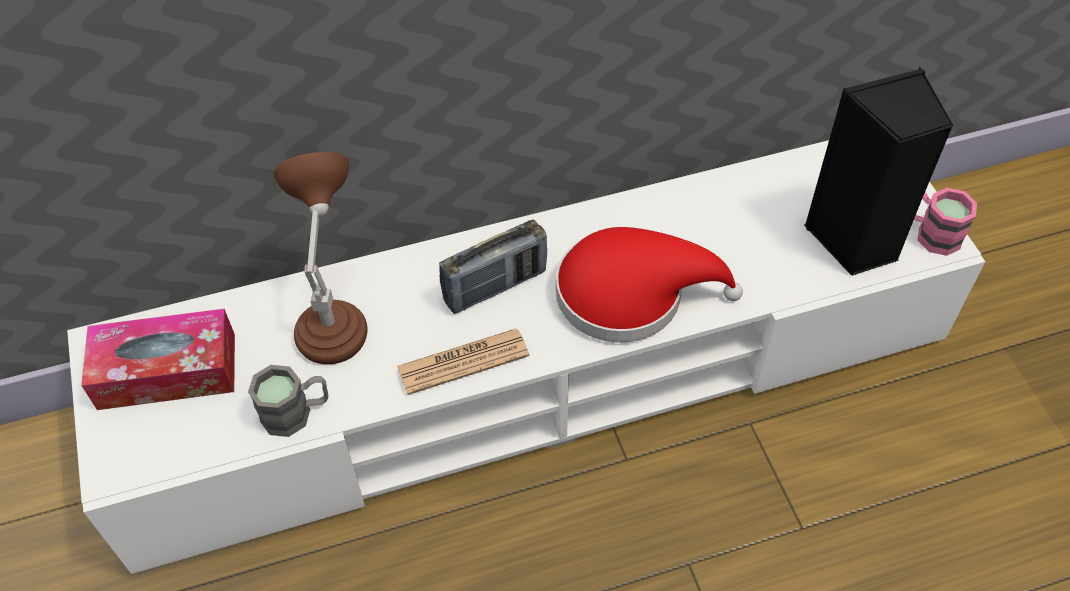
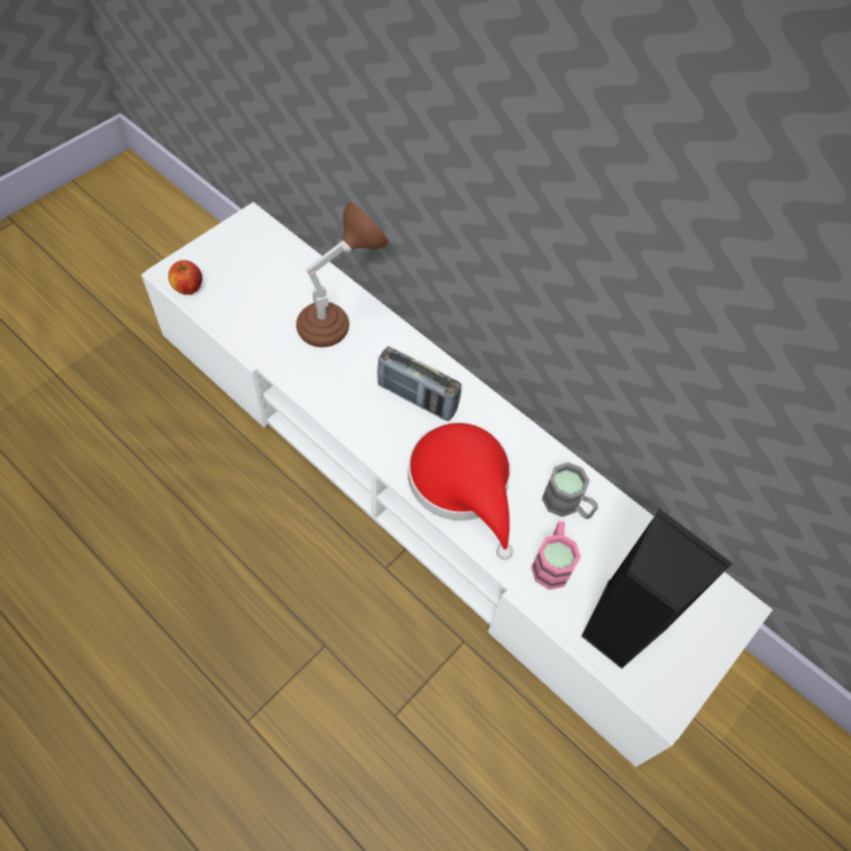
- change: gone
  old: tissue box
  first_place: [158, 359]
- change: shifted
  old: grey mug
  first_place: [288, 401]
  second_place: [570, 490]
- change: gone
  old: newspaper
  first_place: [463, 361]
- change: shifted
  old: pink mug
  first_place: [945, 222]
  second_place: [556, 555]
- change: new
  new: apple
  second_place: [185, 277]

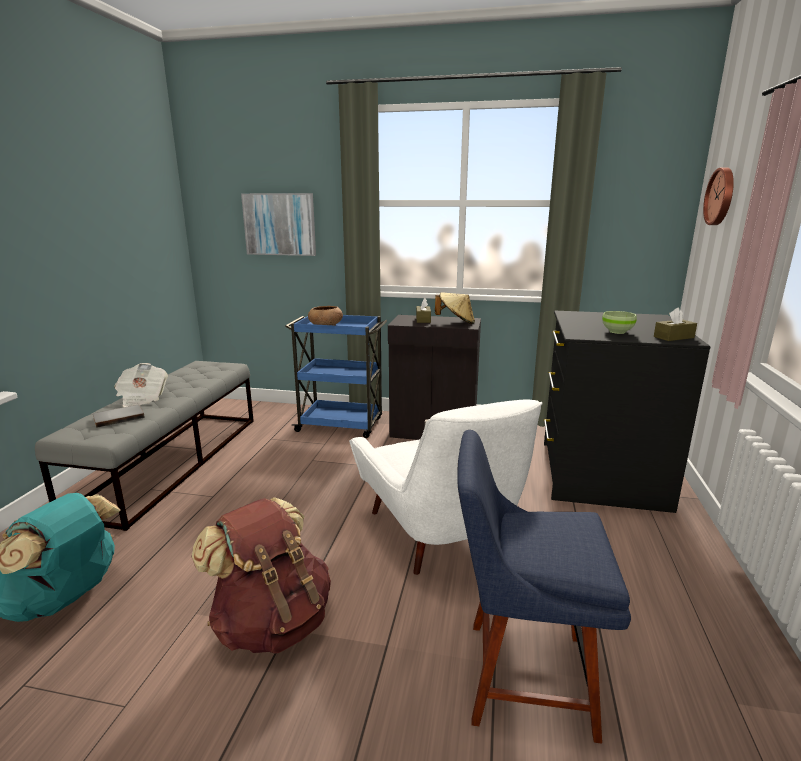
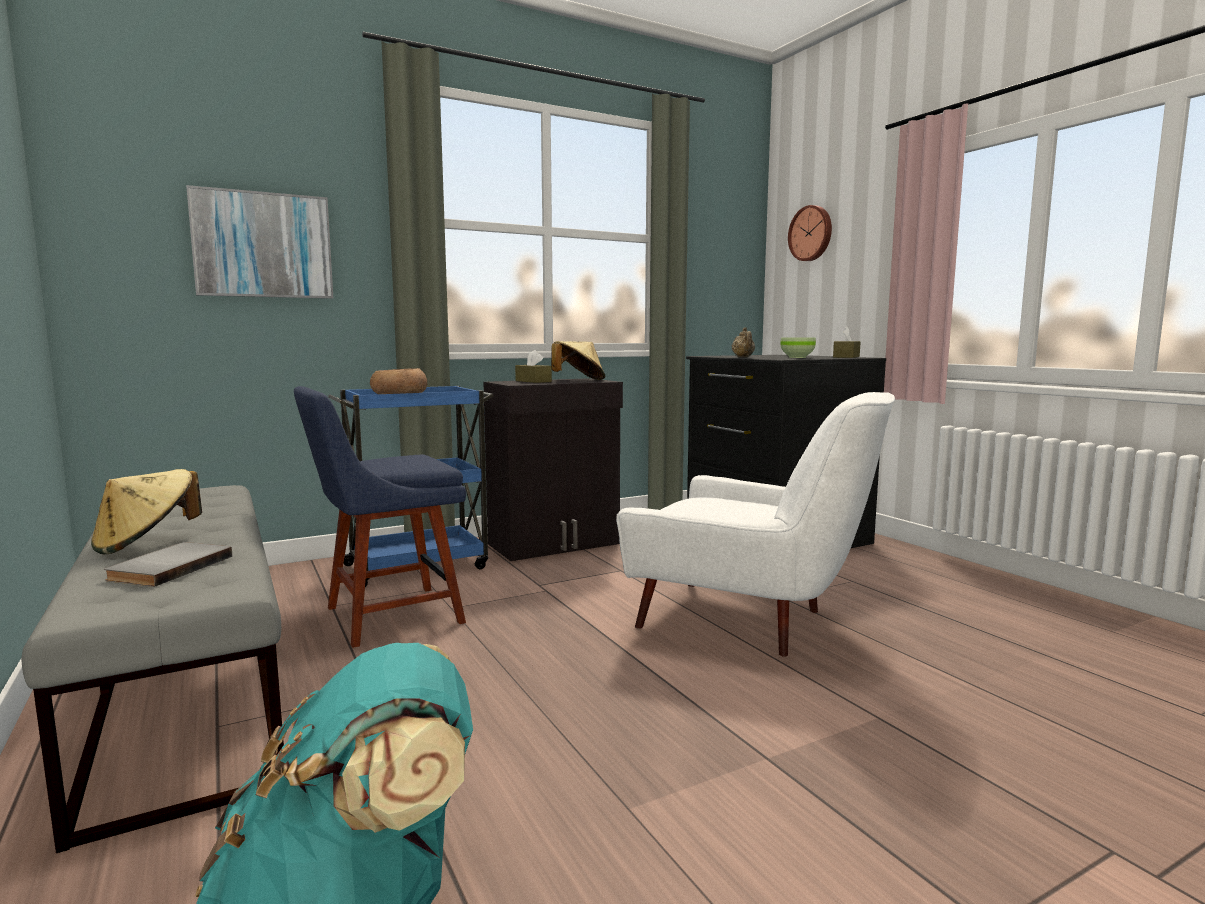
- change: swapped
  old: newspaper
  new: beige hat
  first_place: [141, 385]
  second_place: [146, 511]
- change: gone
  old: brown backpack
  first_place: [261, 575]
- change: shifted
  old: blue chair
  first_place: [544, 587]
  second_place: [380, 517]
- change: new
  new: beige teapot
  second_place: [743, 342]

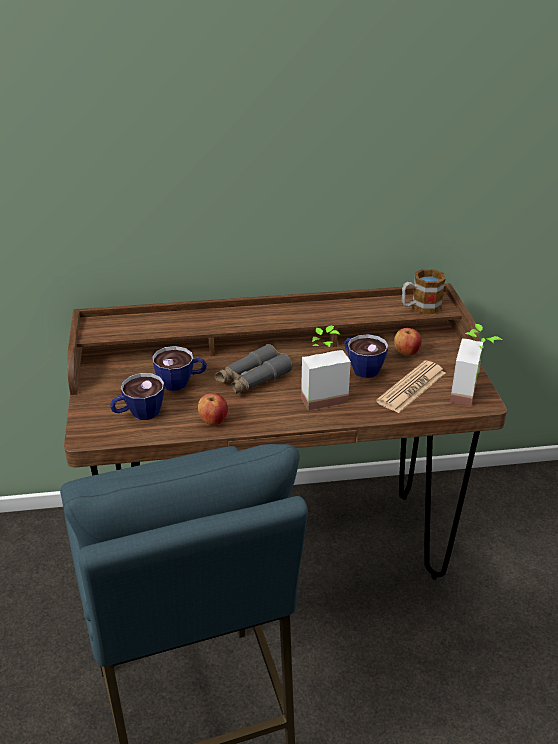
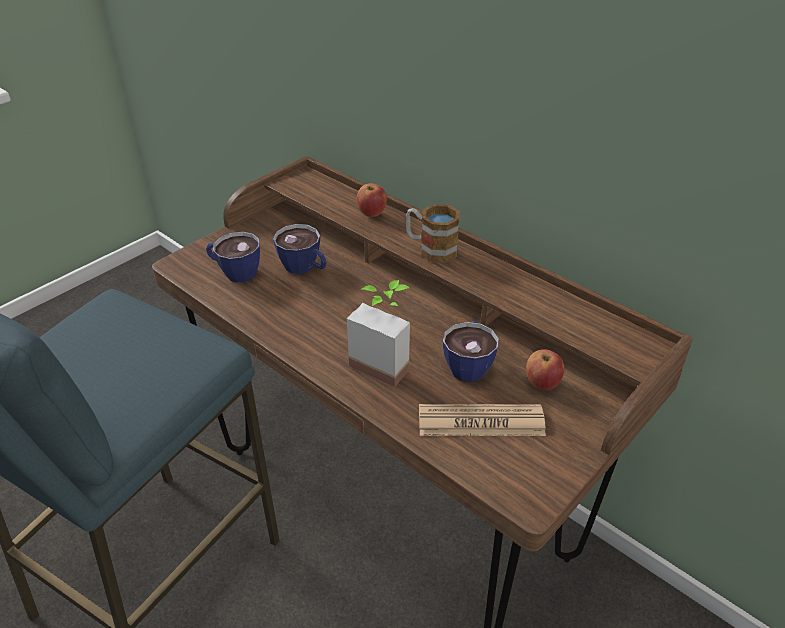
- change: shifted
  old: apple
  first_place: [213, 409]
  second_place: [372, 200]
- change: gone
  old: grey binoculars
  first_place: [254, 369]
- change: shifted
  old: mug
  first_place: [424, 291]
  second_place: [433, 233]
- change: gone
  old: potted plant
  first_place: [476, 365]

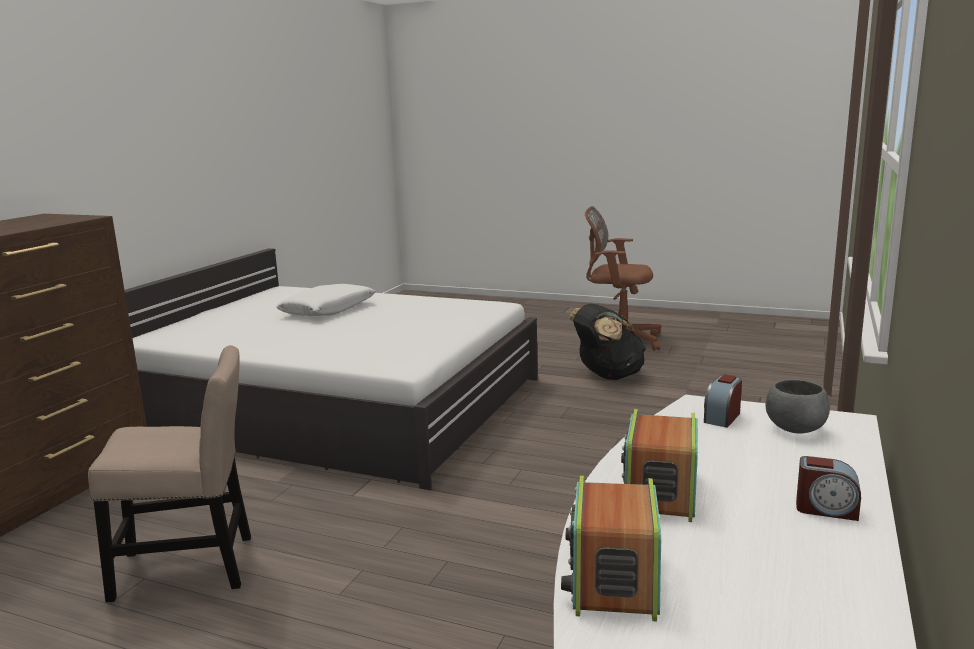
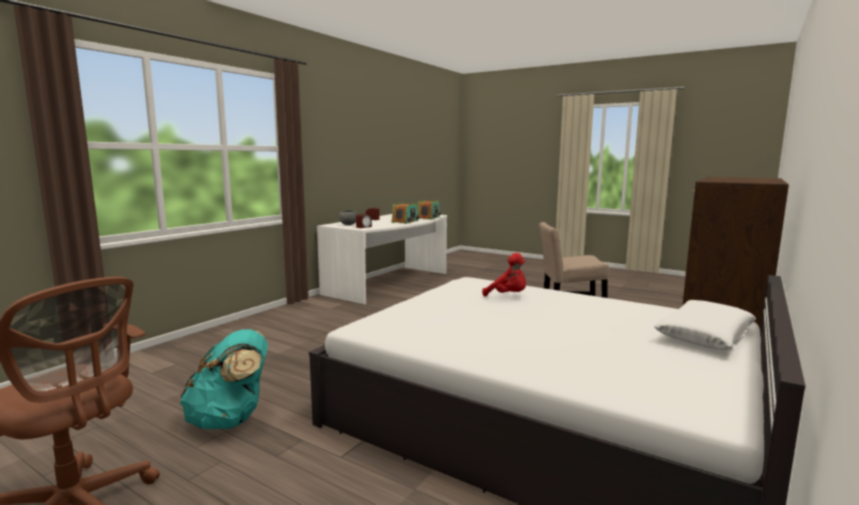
- change: shifted
  old: white pillow
  first_place: [326, 300]
  second_place: [705, 325]
- change: repainted
  old: black backpack
  new: turquoise backpack
  first_place: [607, 342]
  second_place: [224, 379]
- change: new
  new: red plush toy
  second_place: [504, 274]

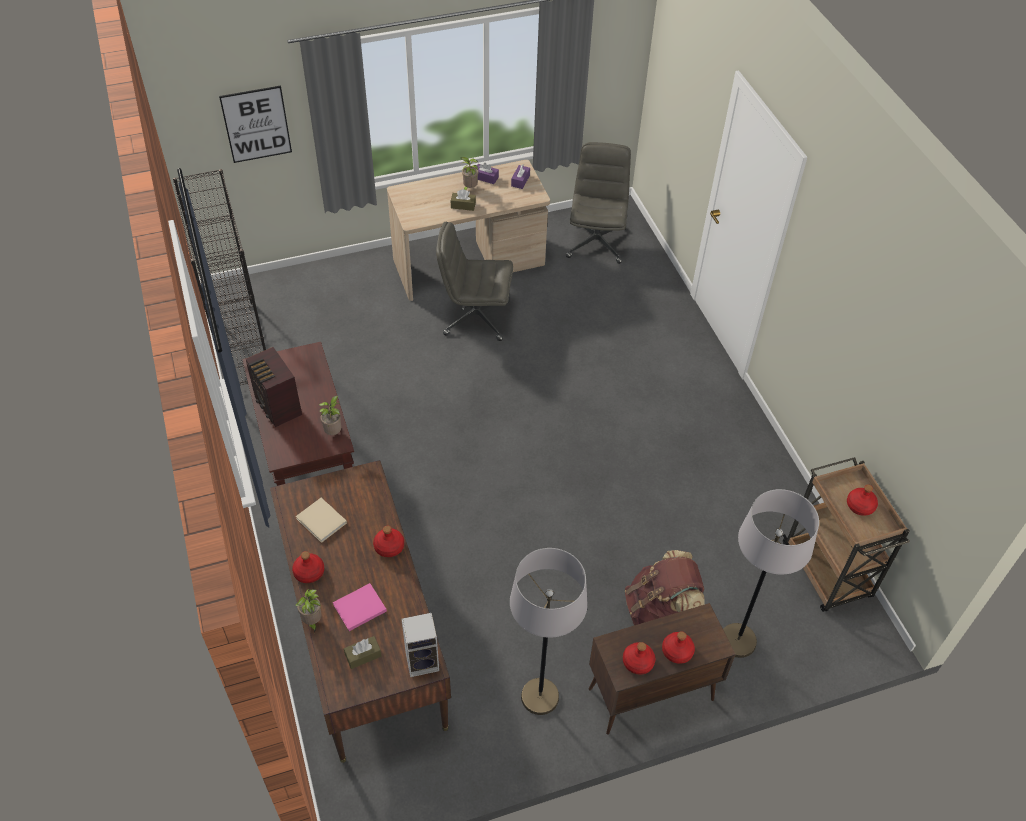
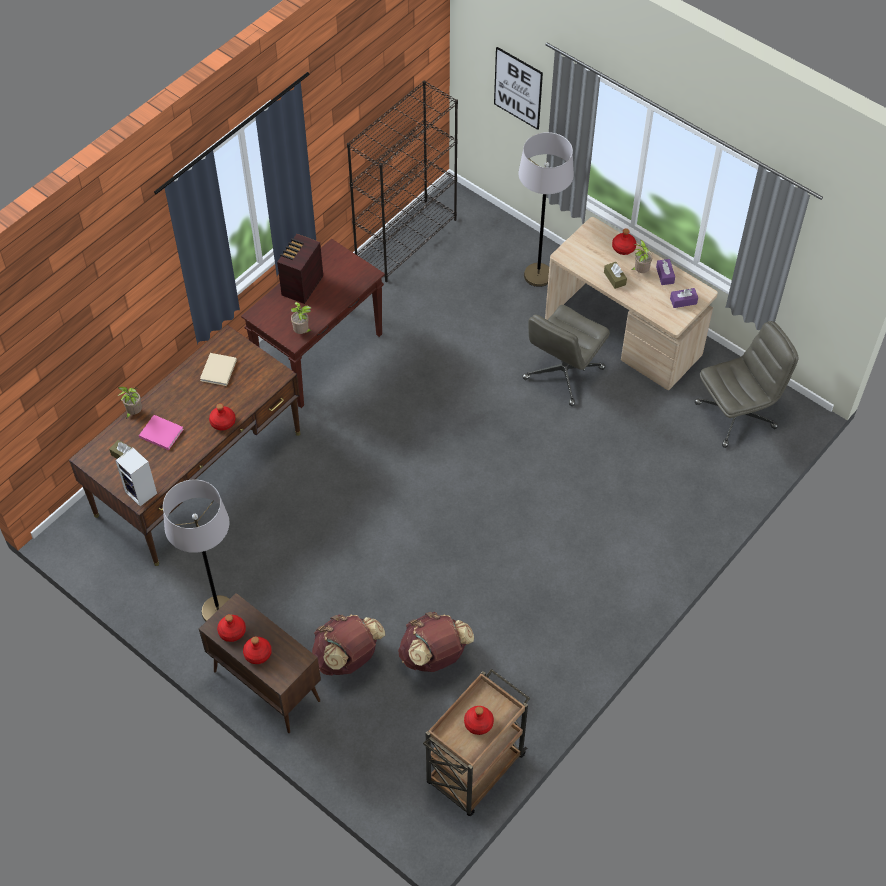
- change: shifted
  old: red bottle
  first_place: [308, 567]
  second_place: [624, 241]
- change: rotated
  old: grey office chair
  first_place: [474, 281]
  second_place: [566, 355]
  degrees: -120
- change: shifted
  old: grey floor lamp
  first_place: [771, 573]
  second_place: [546, 209]
- change: new
  new: brown backpack
  second_place: [436, 642]

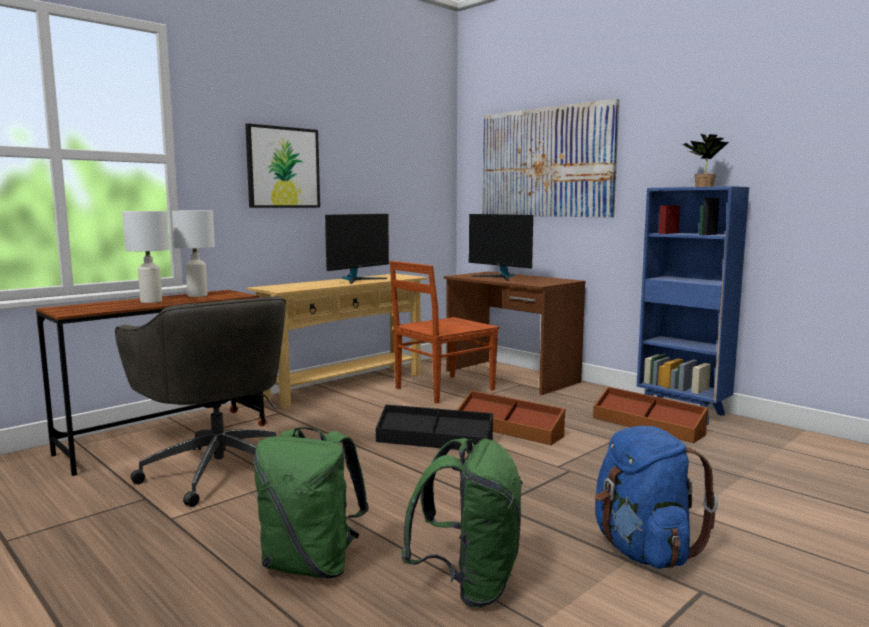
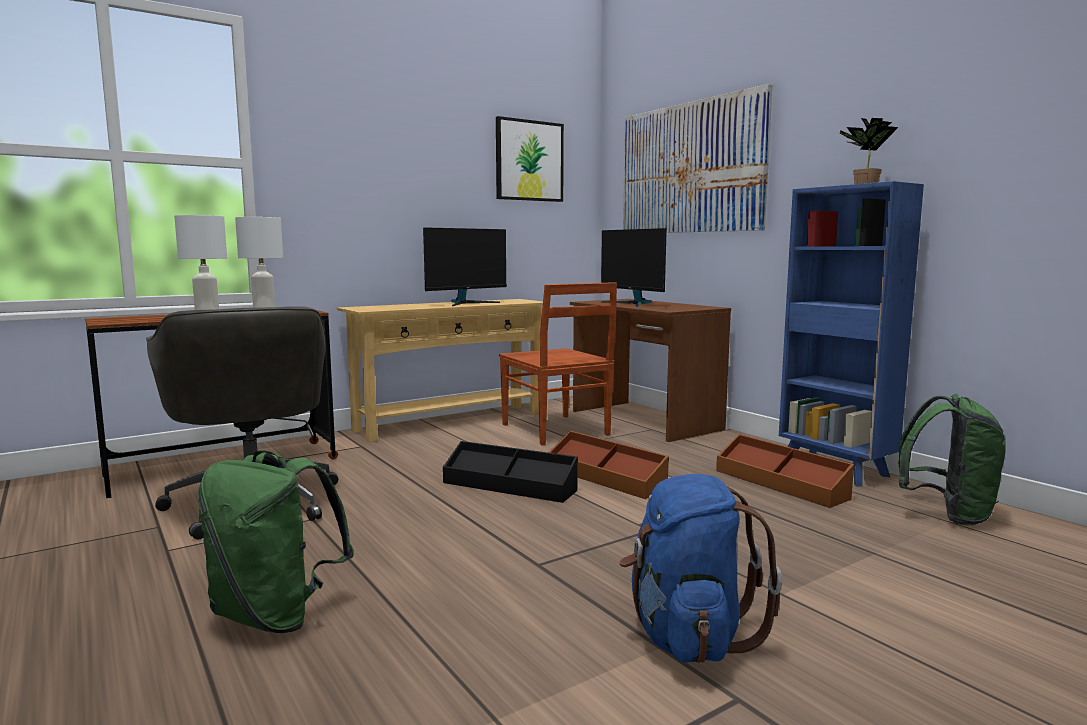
- change: shifted
  old: picture
  first_place: [282, 165]
  second_place: [530, 159]
- change: rotated
  old: brown chair
  first_place: [444, 332]
  second_place: [558, 364]
  degrees: -90
- change: shifted
  old: green backpack
  first_place: [462, 523]
  second_place: [952, 459]

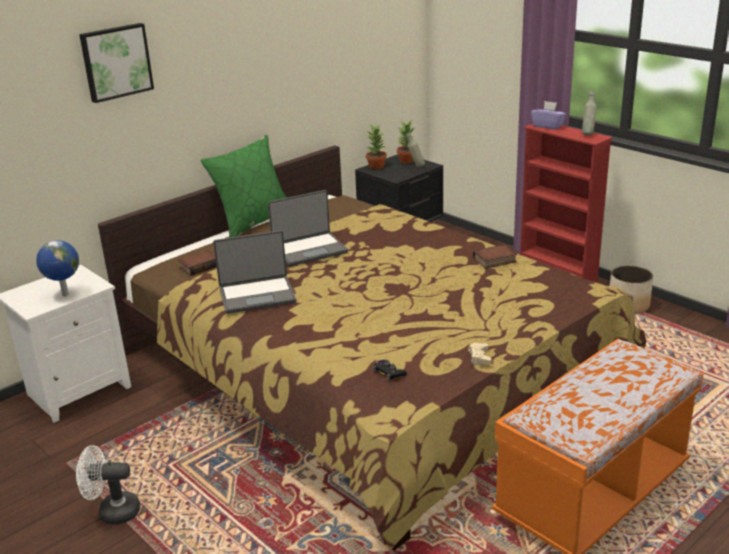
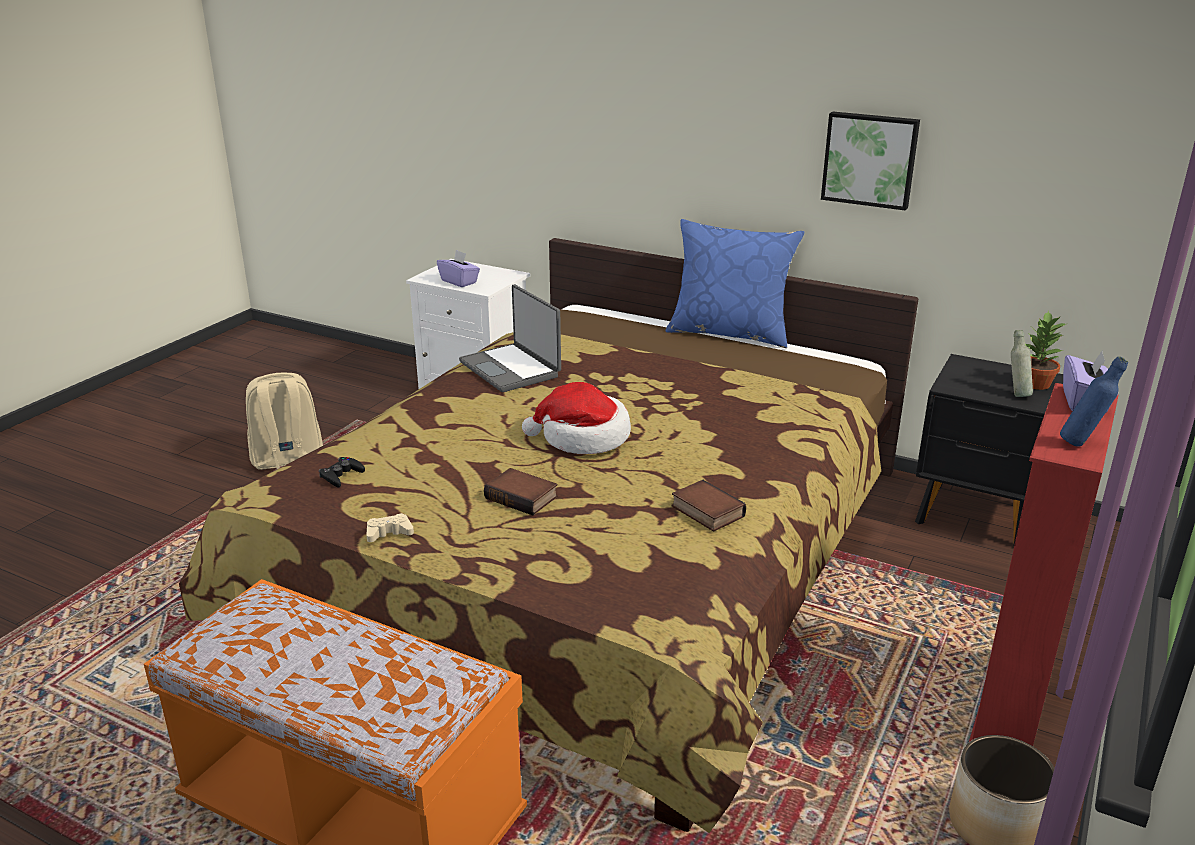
- change: swapped
  old: globe
  new: purple tissue box
  first_place: [57, 268]
  second_place: [458, 268]
- change: swapped
  old: white fan
  new: beige backpack
  first_place: [108, 485]
  second_place: [284, 421]
- change: shifted
  old: picture
  first_place: [116, 63]
  second_place: [870, 160]
- change: shifted
  old: book
  first_place: [197, 263]
  second_place: [521, 492]
- change: repainted
  old: green pillow
  new: blue pillow
  first_place: [244, 186]
  second_place: [735, 283]
- change: gone
  old: laptop
  first_place: [308, 228]
- change: gone
  old: potted plant
  first_place: [376, 147]
- change: repainted
  old: grey bottle
  new: blue bottle
  first_place: [589, 113]
  second_place: [1094, 401]
- change: new
  new: hat
  second_place: [576, 418]

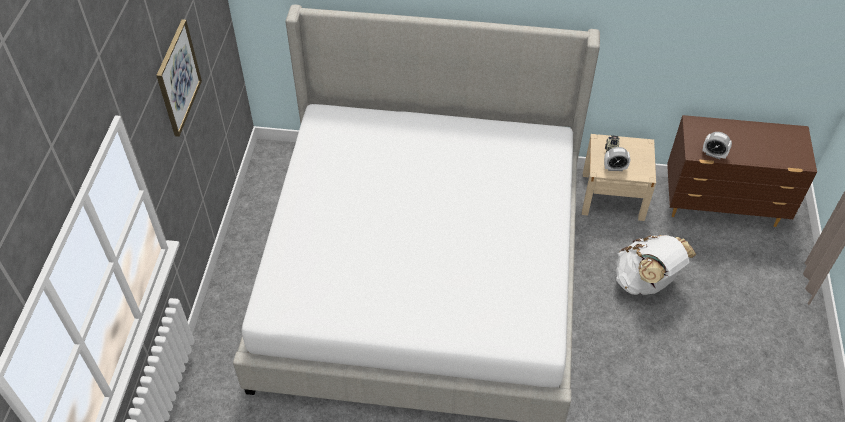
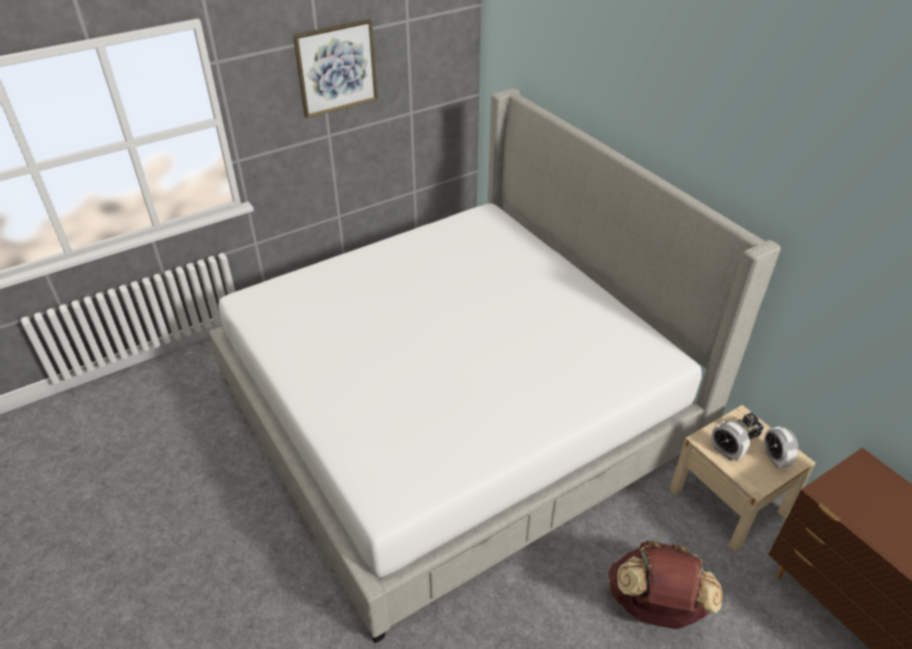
- change: repainted
  old: white backpack
  new: brown backpack
  first_place: [656, 265]
  second_place: [665, 584]
- change: shifted
  old: alarm clock
  first_place: [717, 145]
  second_place: [780, 448]

